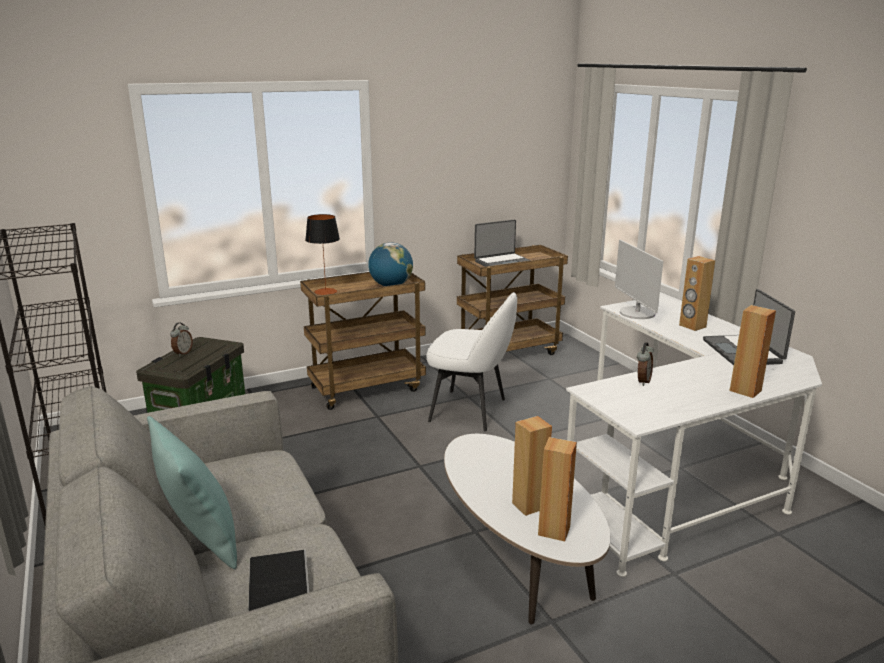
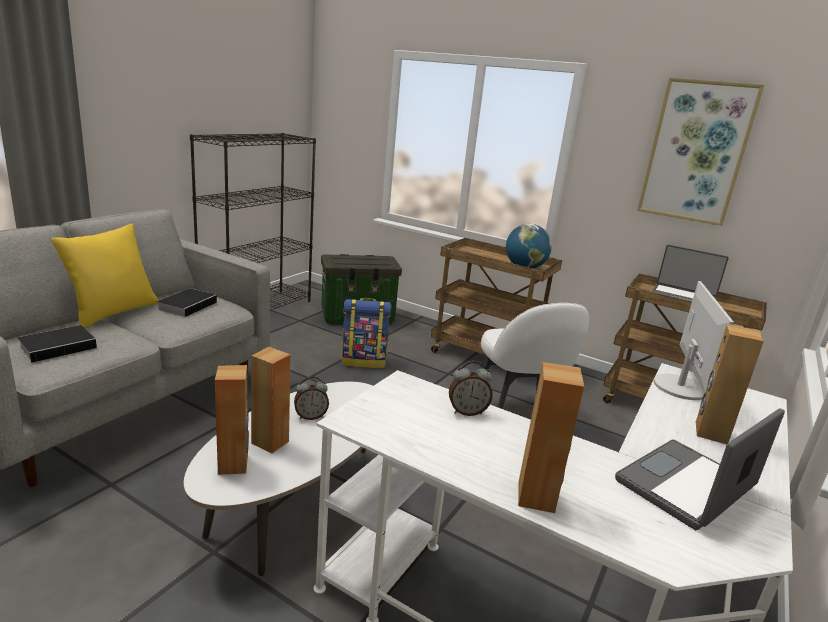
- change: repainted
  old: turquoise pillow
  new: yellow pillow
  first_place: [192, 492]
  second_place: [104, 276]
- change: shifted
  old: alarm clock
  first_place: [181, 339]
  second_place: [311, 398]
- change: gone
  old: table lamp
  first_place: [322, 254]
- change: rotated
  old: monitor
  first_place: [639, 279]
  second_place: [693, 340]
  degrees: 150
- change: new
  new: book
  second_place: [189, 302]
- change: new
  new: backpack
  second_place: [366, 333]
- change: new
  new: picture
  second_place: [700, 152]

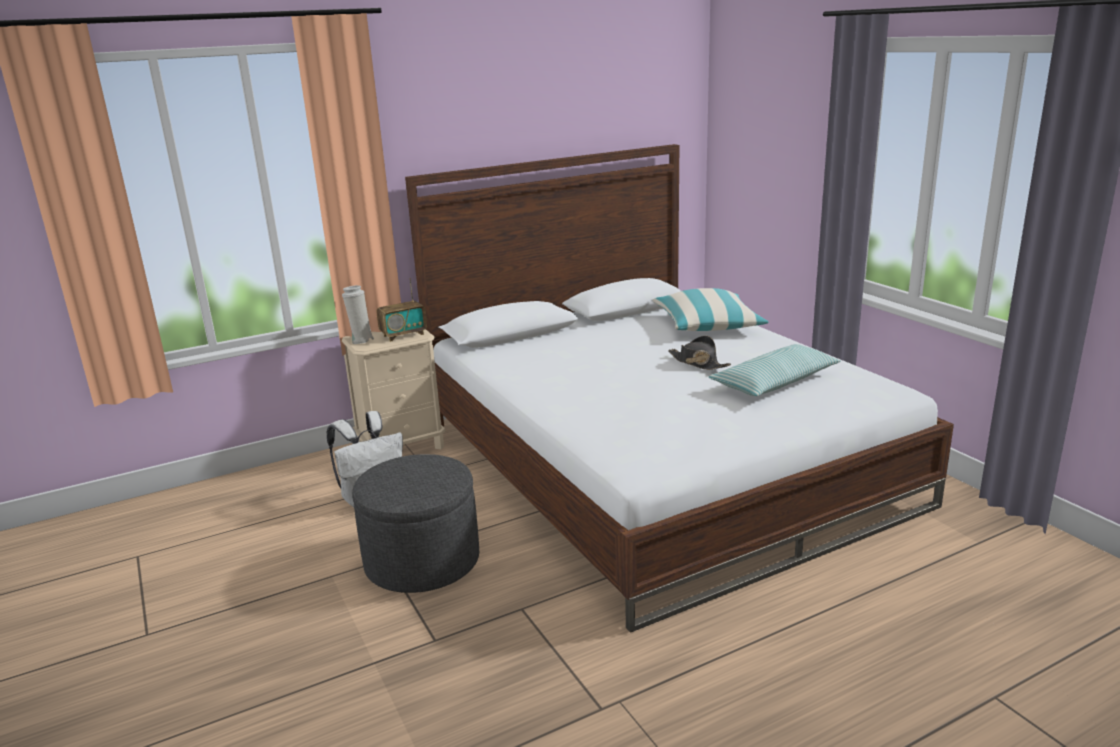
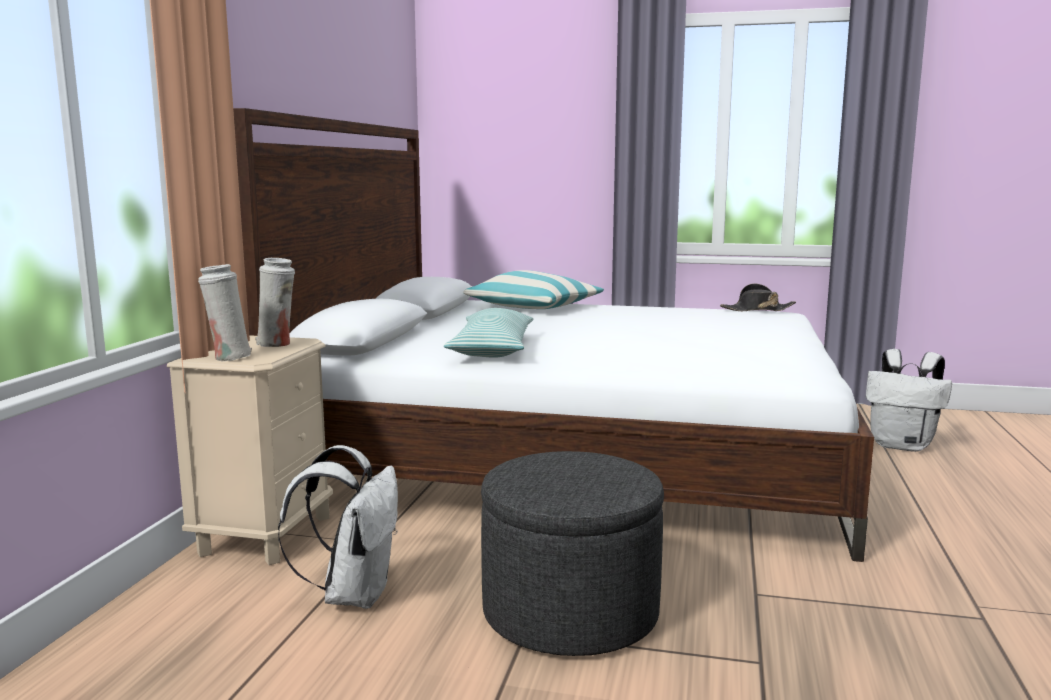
- change: swapped
  old: radio
  new: white vase
  first_place: [402, 310]
  second_place: [275, 302]
- change: shifted
  old: black hat
  first_place: [699, 353]
  second_place: [758, 297]
- change: shifted
  old: pillow
  first_place: [775, 370]
  second_place: [488, 333]
- change: new
  new: white backpack
  second_place: [909, 400]

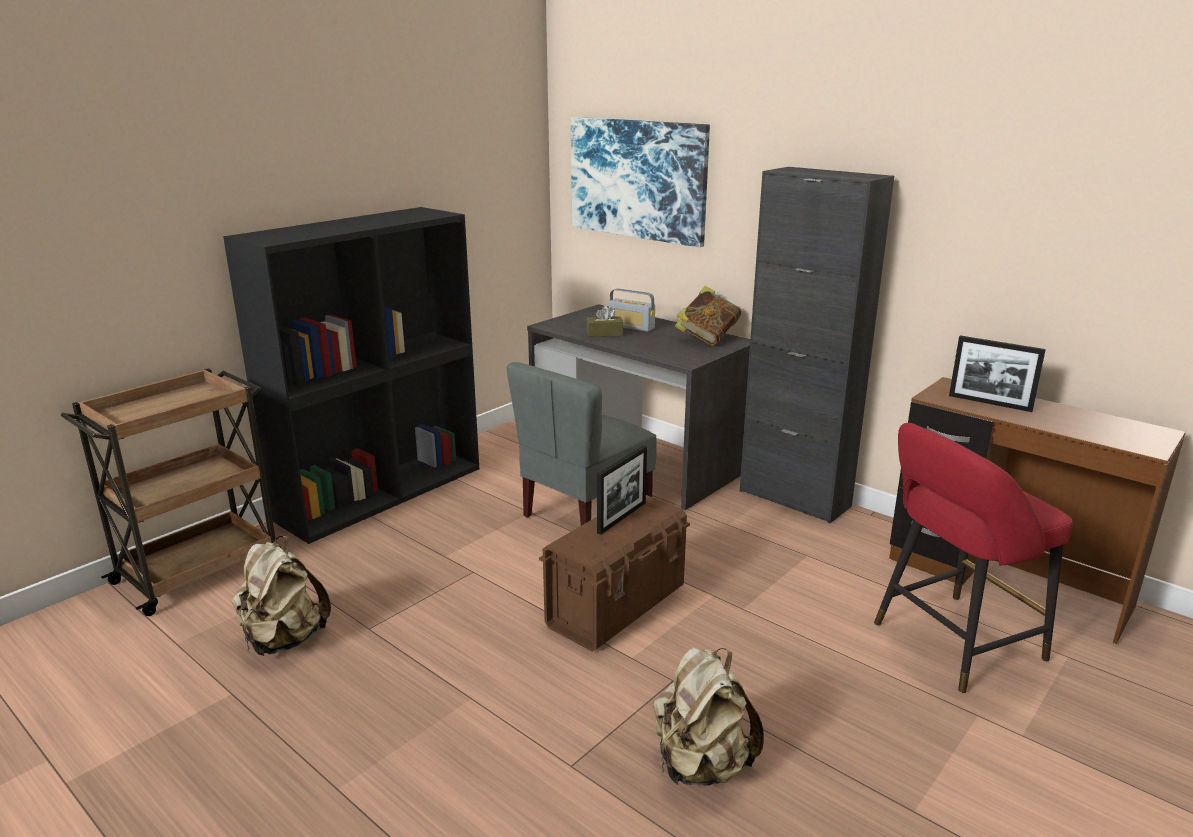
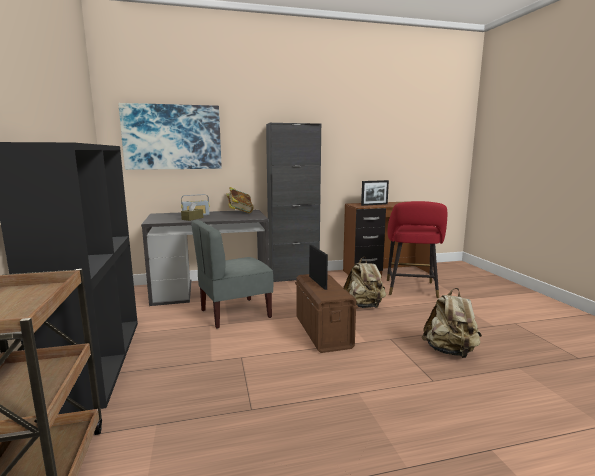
- change: shifted
  old: beige backpack
  first_place: [281, 596]
  second_place: [364, 282]
- change: rotated
  old: grey chair
  first_place: [581, 444]
  second_place: [232, 274]
  degrees: 75

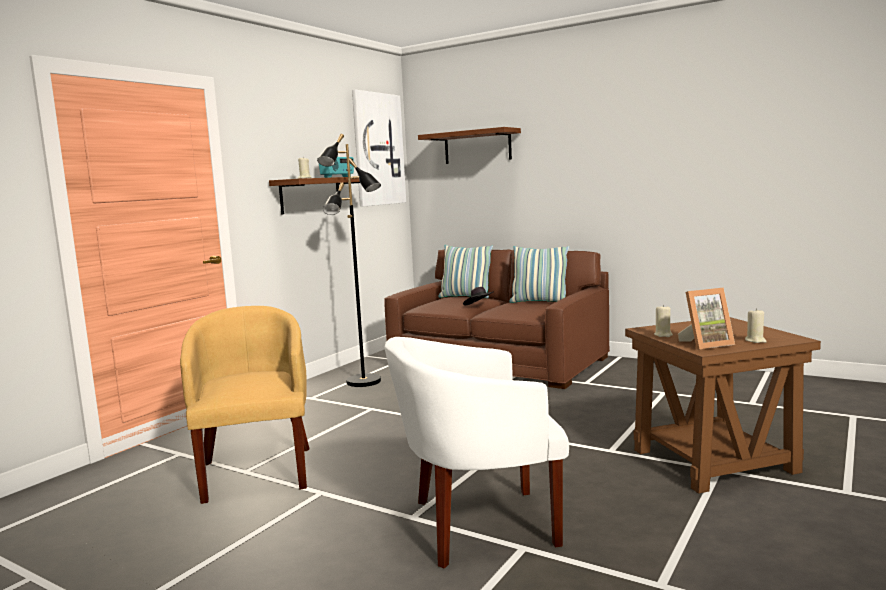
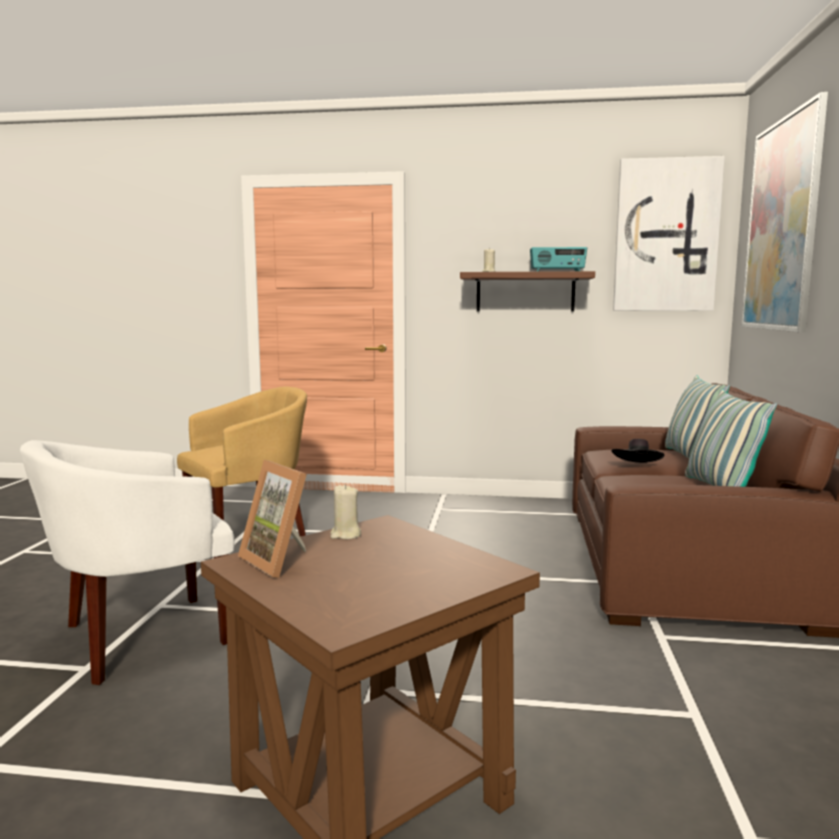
- change: gone
  old: black floor lamp
  first_place: [349, 260]
- change: rotated
  old: white armchair
  first_place: [477, 453]
  second_place: [127, 562]
  degrees: -90
- change: swapped
  old: brown shelf
  new: picture
  first_place: [469, 145]
  second_place: [784, 212]
- change: gone
  old: beige candle
  first_place: [756, 325]

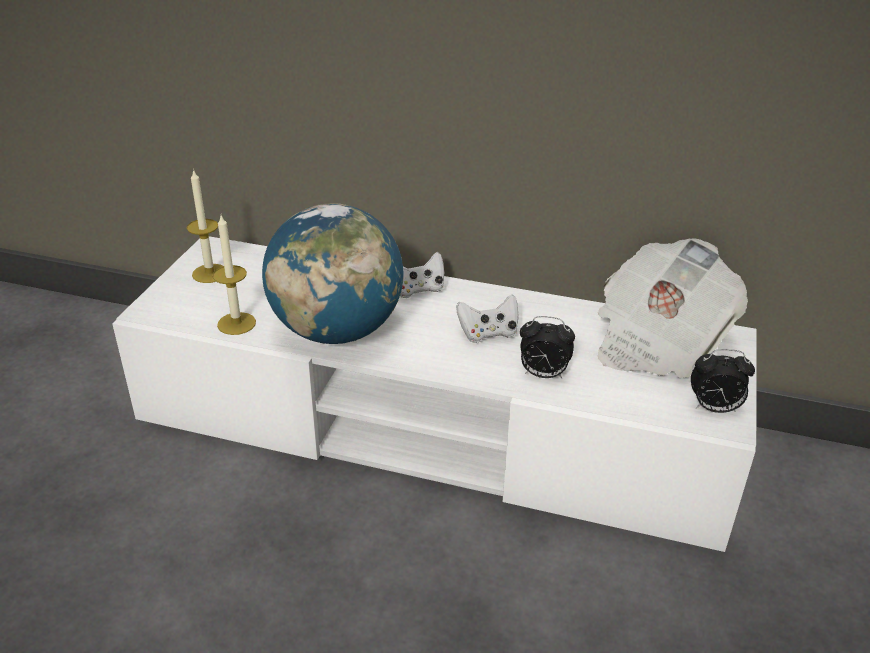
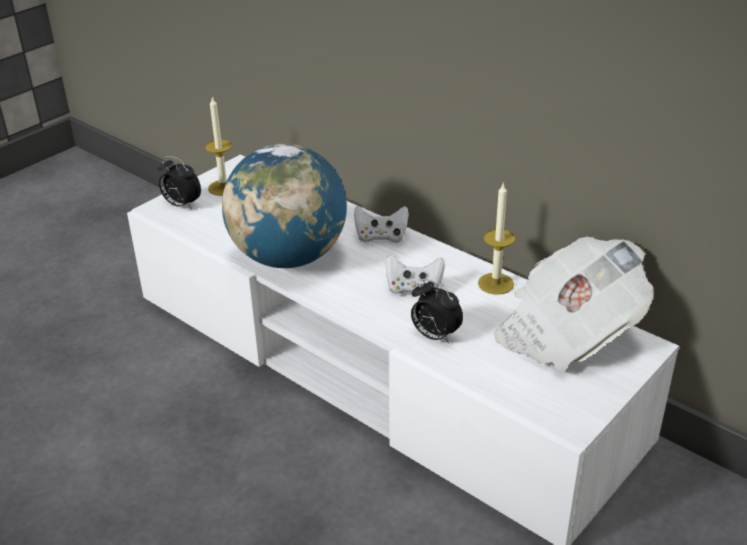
- change: shifted
  old: candle
  first_place: [234, 275]
  second_place: [496, 238]
- change: shifted
  old: alarm clock
  first_place: [723, 381]
  second_place: [179, 183]

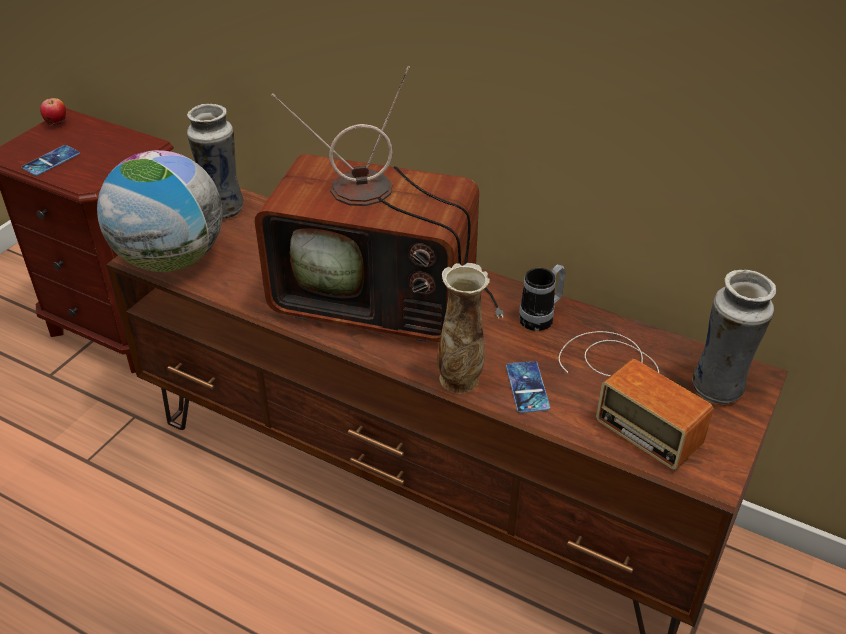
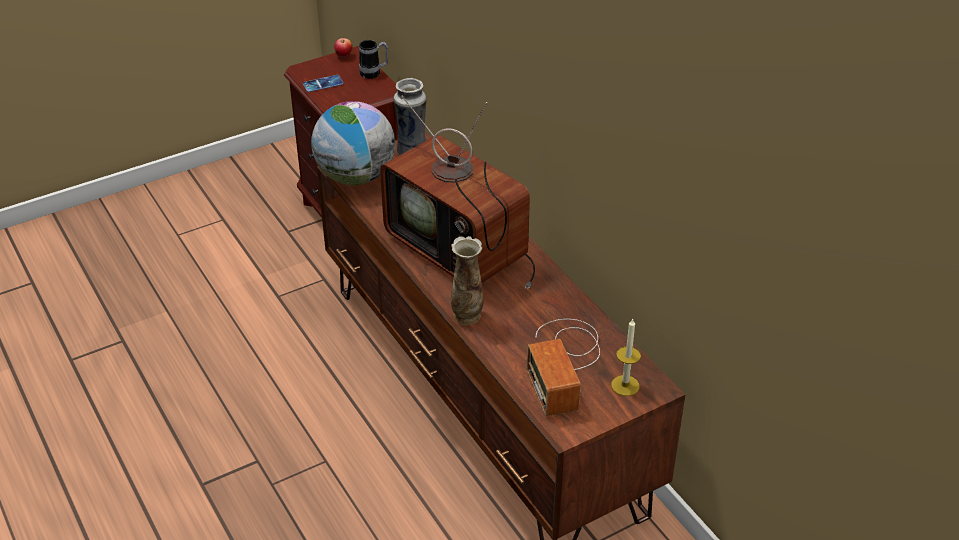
- change: gone
  old: phone
  first_place: [528, 387]
- change: shifted
  old: mug
  first_place: [542, 297]
  second_place: [373, 59]
- change: swapped
  old: vase
  new: candle
  first_place: [734, 337]
  second_place: [626, 357]

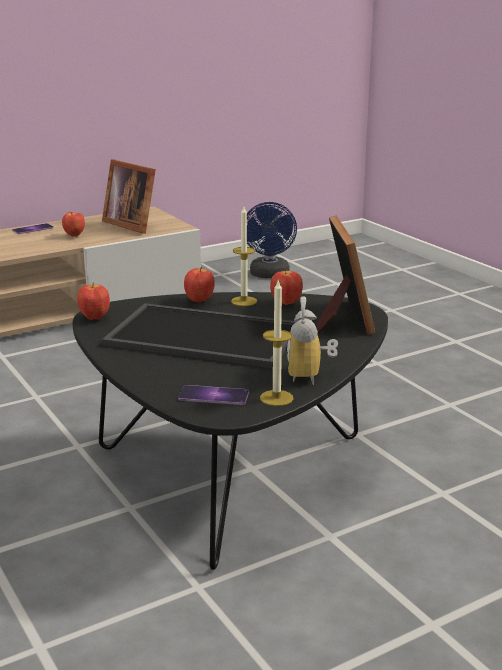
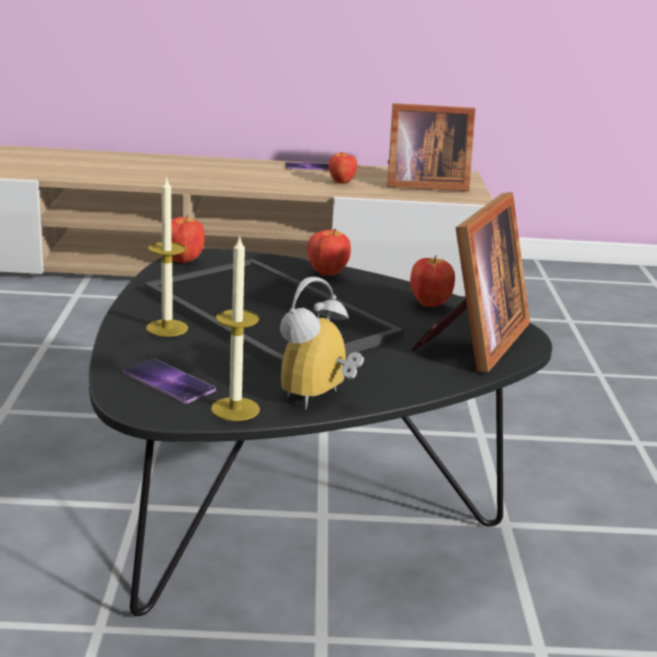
- change: rotated
  old: picture frame
  first_place: [129, 196]
  second_place: [431, 147]
  degrees: -75
- change: shifted
  old: candle
  first_place: [244, 256]
  second_place: [167, 256]
- change: gone
  old: blue fan
  first_place: [272, 240]

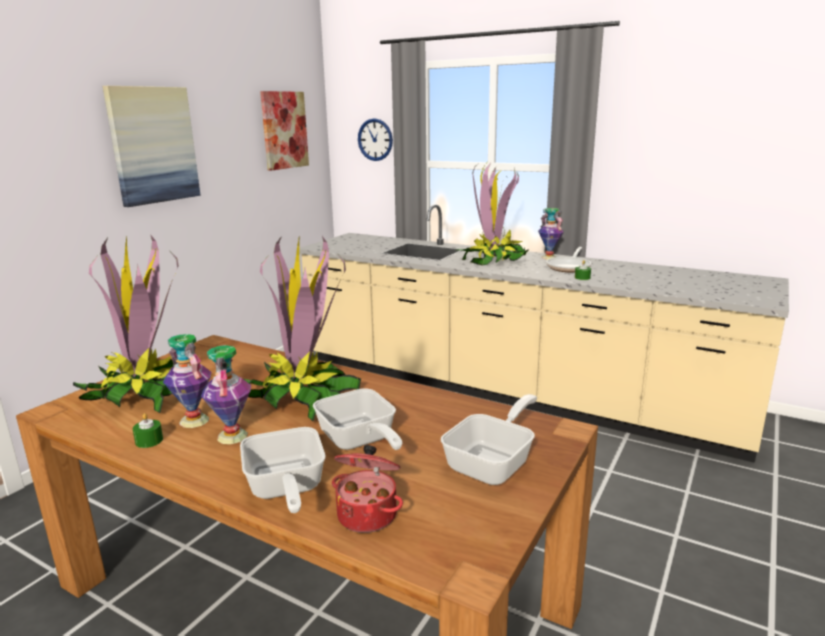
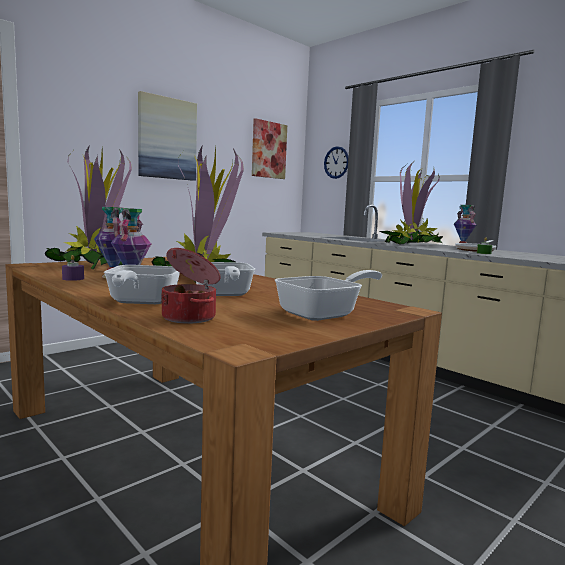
- change: repainted
  old: green candle
  new: purple candle
  first_place: [148, 430]
  second_place: [73, 268]

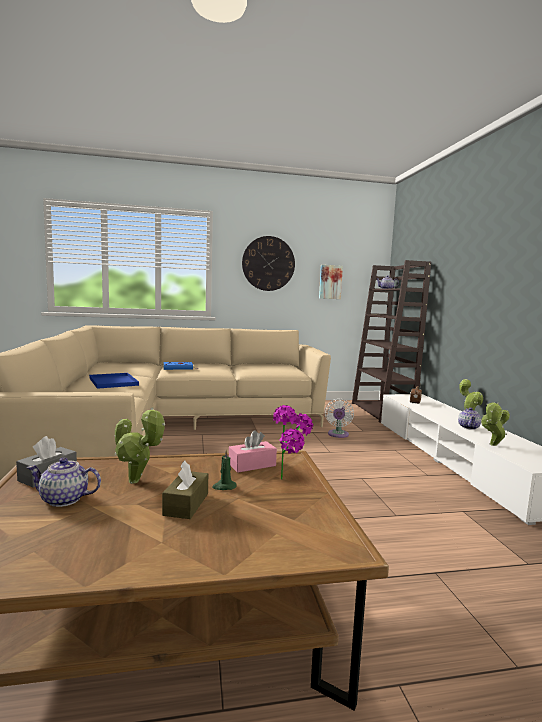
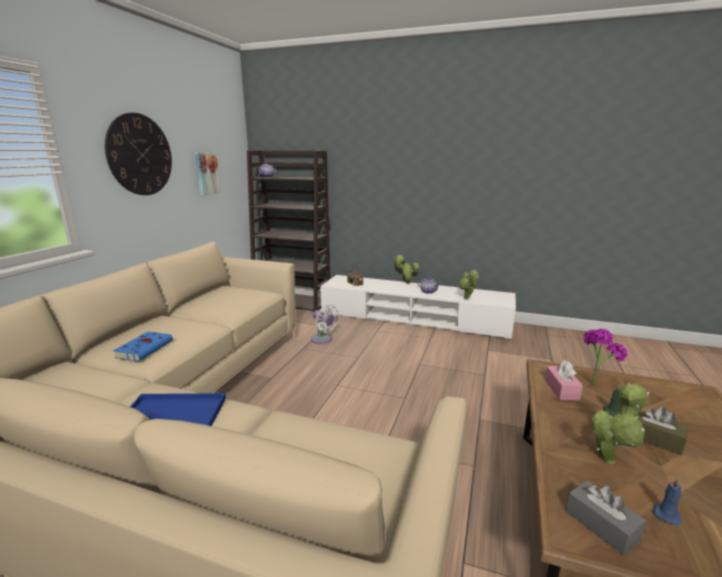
- change: swapped
  old: teapot
  new: blue candle
  first_place: [63, 482]
  second_place: [667, 501]

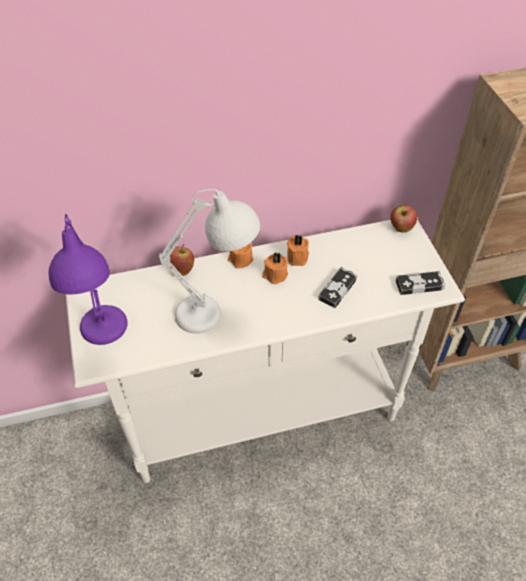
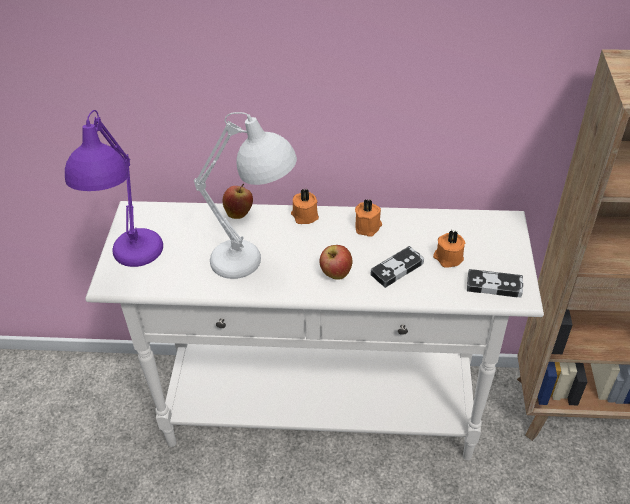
- change: shifted
  old: orange candle
  first_place: [275, 268]
  second_place: [449, 249]
- change: shifted
  old: apple
  first_place: [403, 219]
  second_place: [336, 262]

